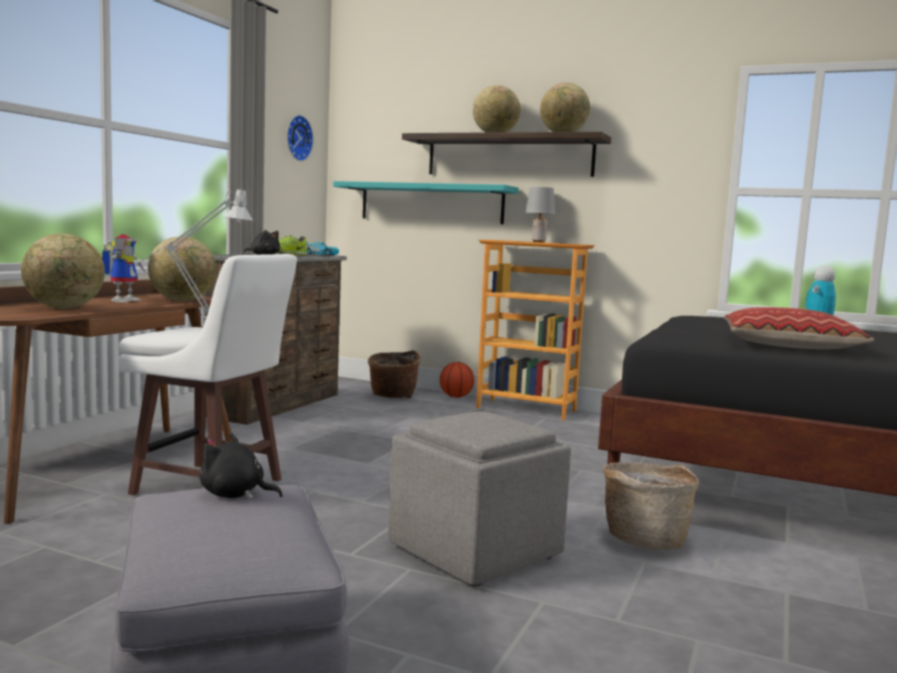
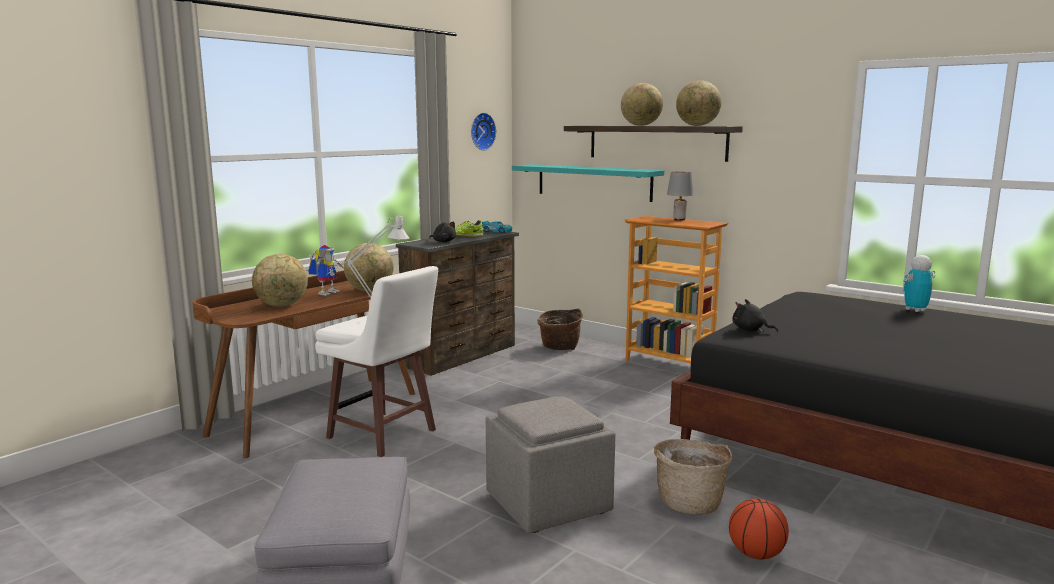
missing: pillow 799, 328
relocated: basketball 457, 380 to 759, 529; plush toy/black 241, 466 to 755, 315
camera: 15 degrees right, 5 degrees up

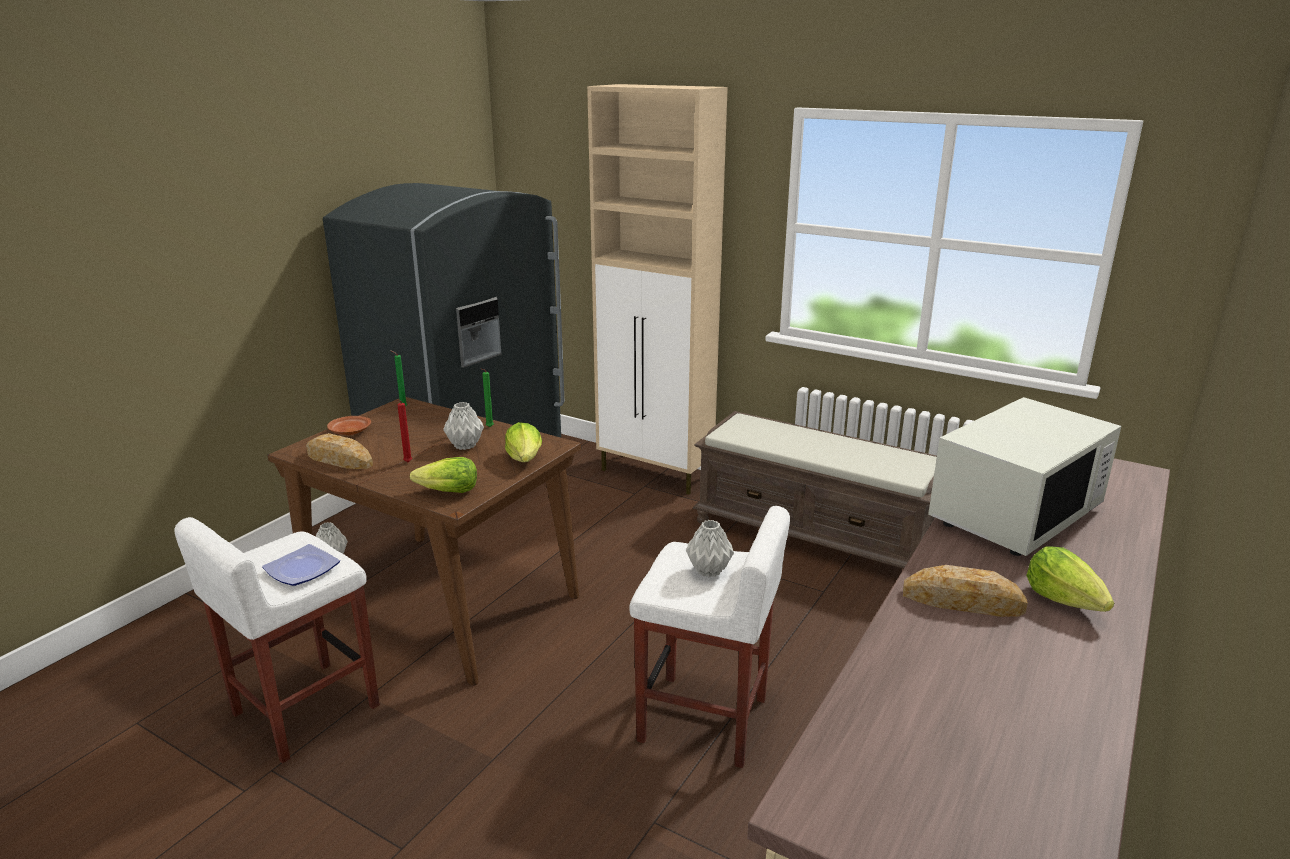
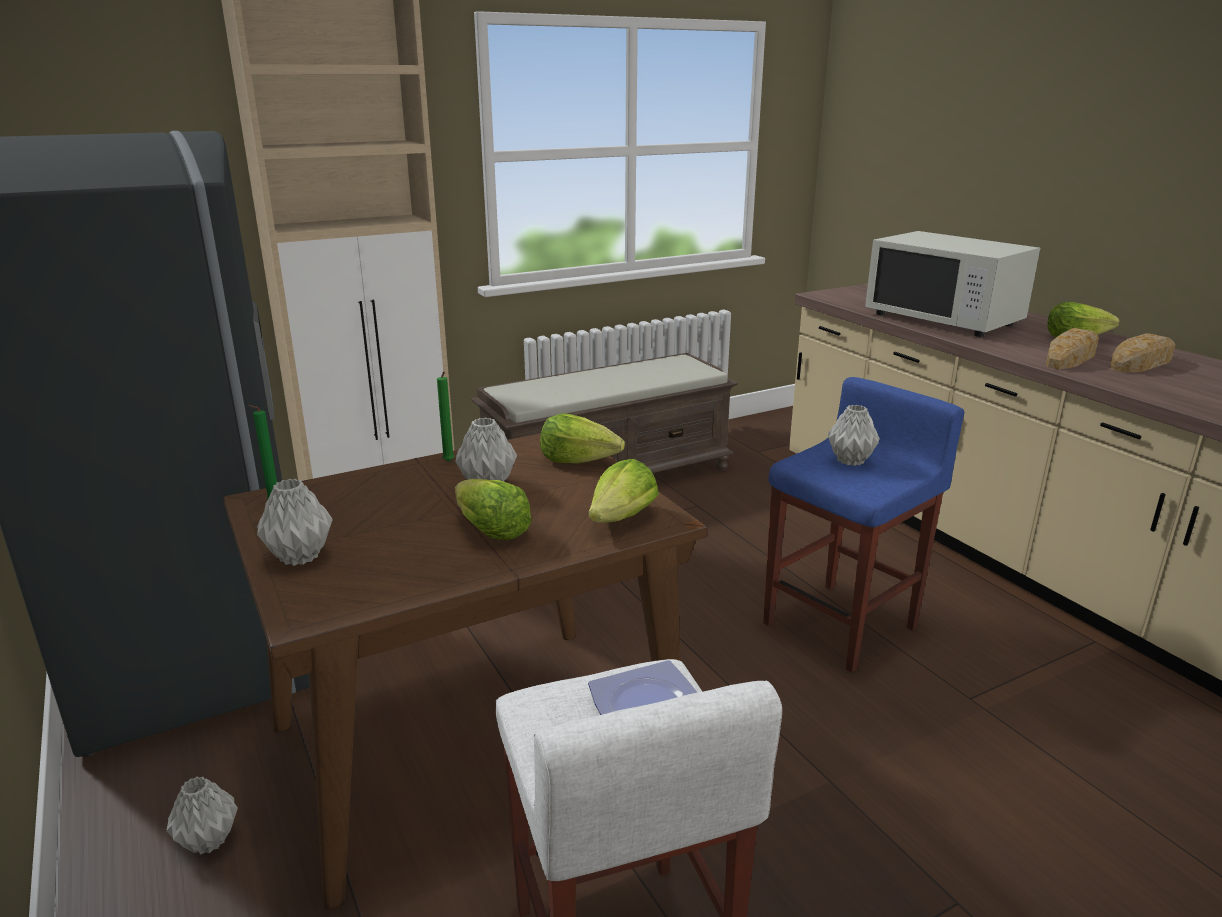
relocated: bread 339, 451 to 1142, 353
exchanged: plate/brown 349, 425 to vase/grey 295, 522; candle/red 404, 431 to lettuce 493, 509
colour: stool/white 709, 637 to stool/blue 863, 525
spun: microwave/white 1024, 476 = 952, 284 150 degrees clockwise
camera: 60 degrees left, 0 degrees up

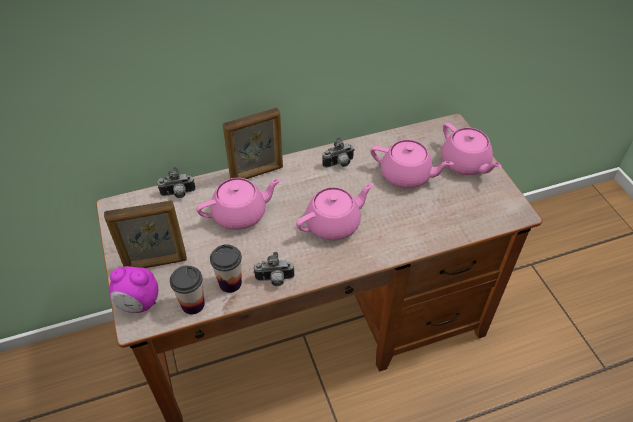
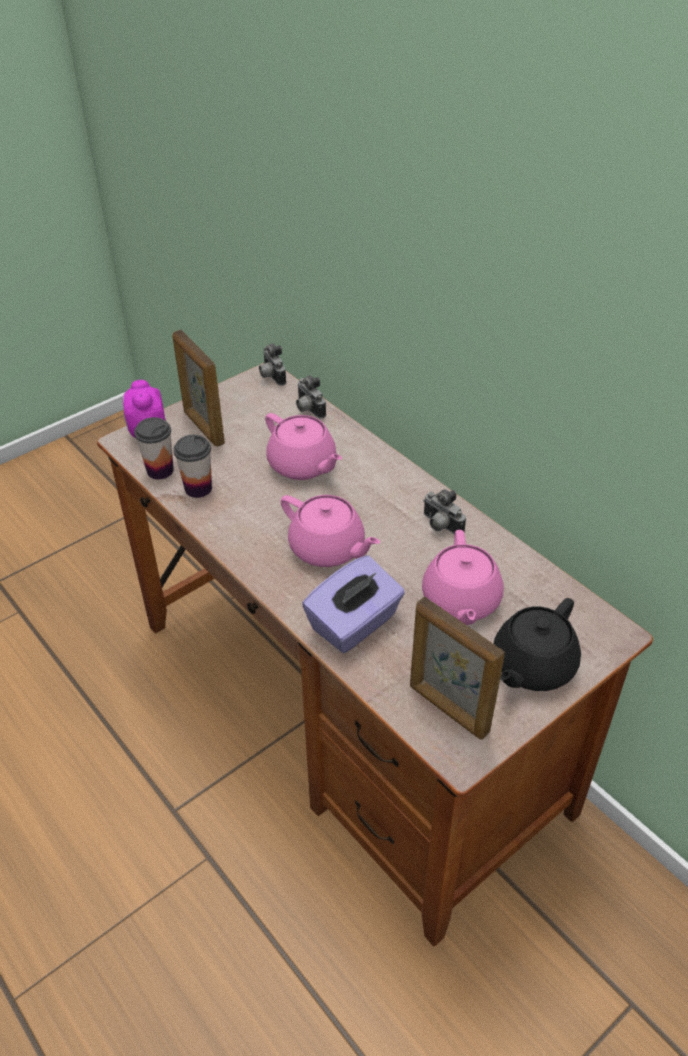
appeared: tissue box/purple 353, 604
relocated: photo camera 274, 269 to 272, 364; picture frame 253, 143 to 457, 668
colour: teapot/pink 471, 149 to teapot/black 537, 644
camera: 70 degrees right, 5 degrees down

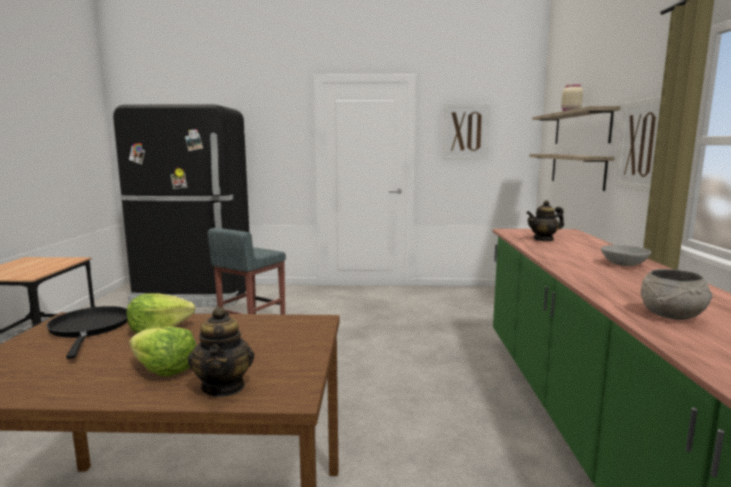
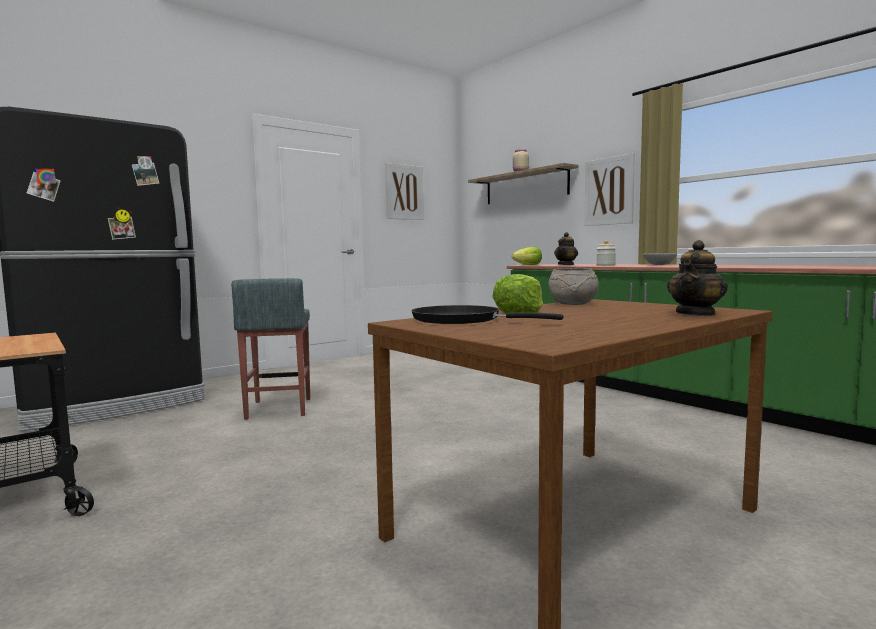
missing: shelf 572, 172
appeared: jar 606, 253
relocated: lettuce 162, 351 to 527, 256; bowl/grey 677, 294 to 573, 286
spun: teapot 221, 352 = 697, 278 90 degrees clockwise
camera: 40 degrees left, 5 degrees down

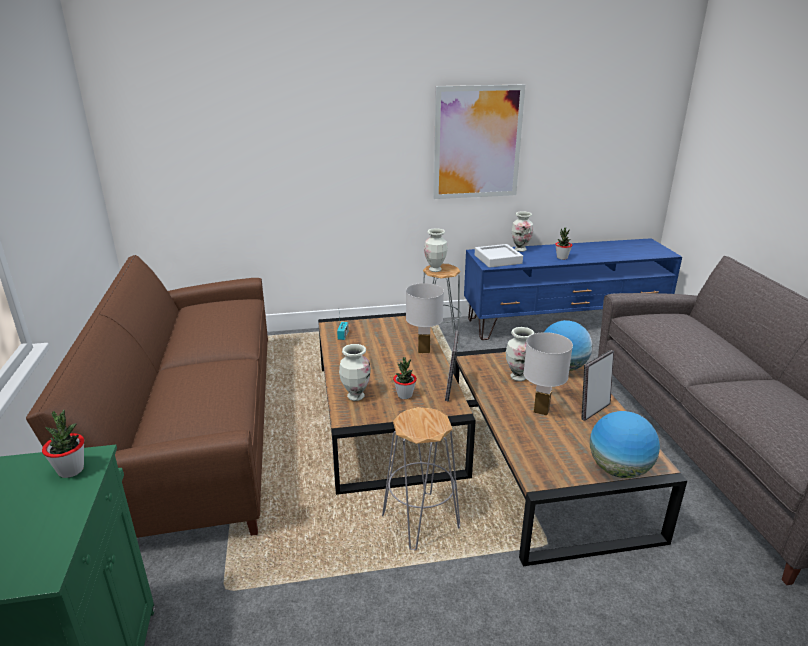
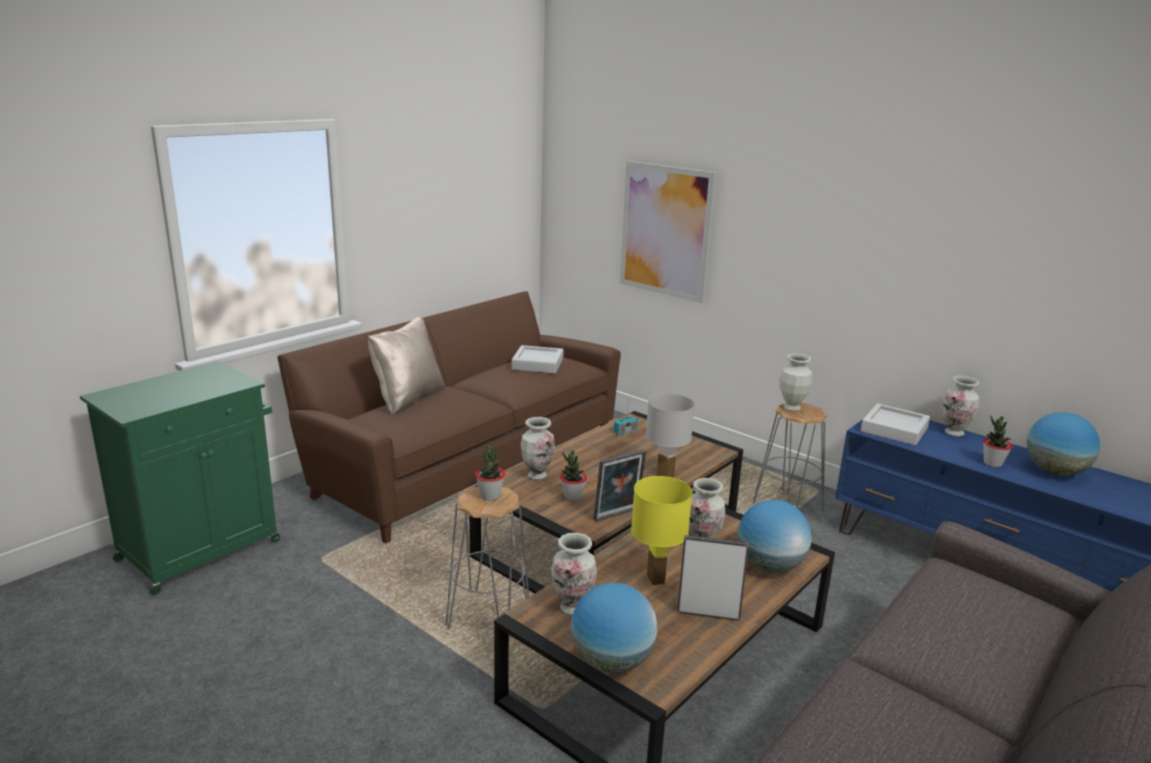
appeared: pillow/beige 406, 366; tray/grey 538, 359; vase 574, 574; globe 1063, 444
relocated: potted plant 63, 444 to 490, 473; picture 479, 141 to 668, 232
colour: table lamp/white 548, 374 to table lamp/yellow 661, 530
camera: 50 degrees right, 5 degrees down

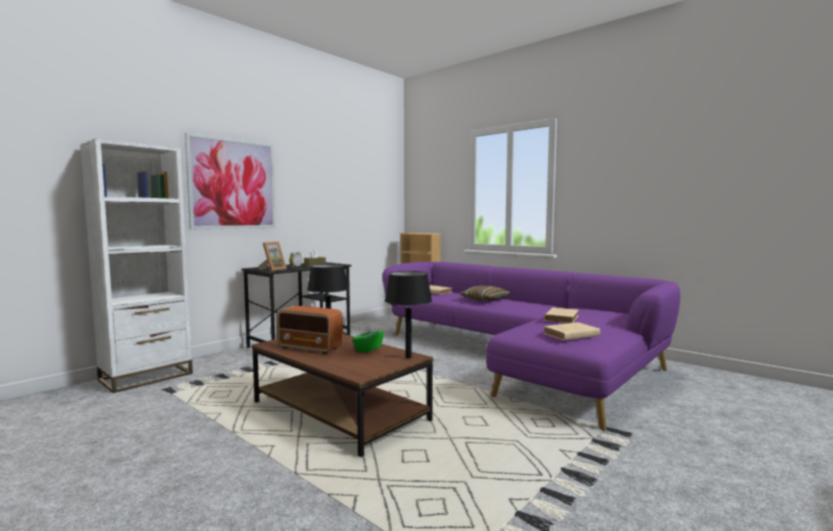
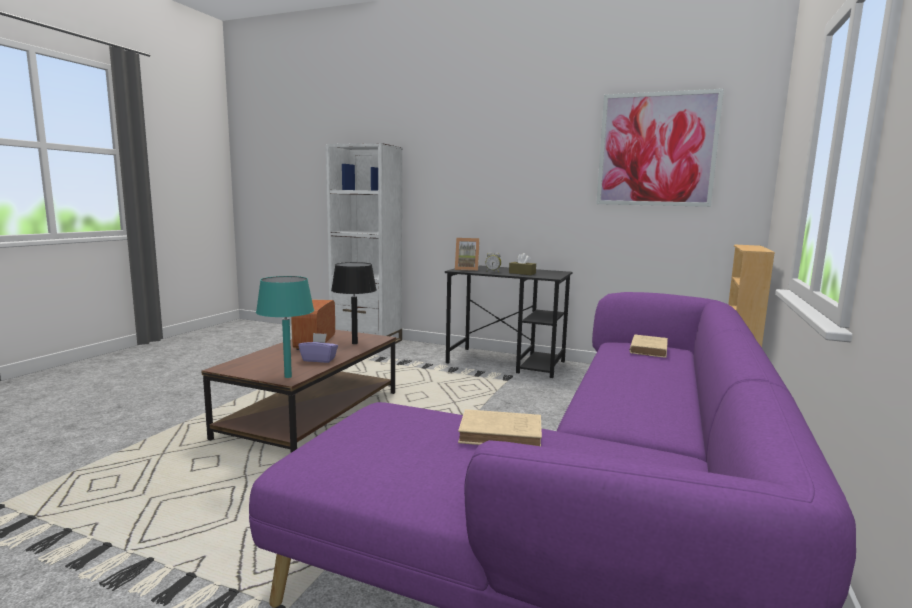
missing: pillow 485, 293; book/beige 571, 331
relocated: picture 230, 181 to 660, 148
colour: table lamp/black 408, 314 to table lamp/turquoise 285, 327; tissue box/green 368, 338 to tissue box/purple 318, 348
camera: 70 degrees right, 5 degrees up

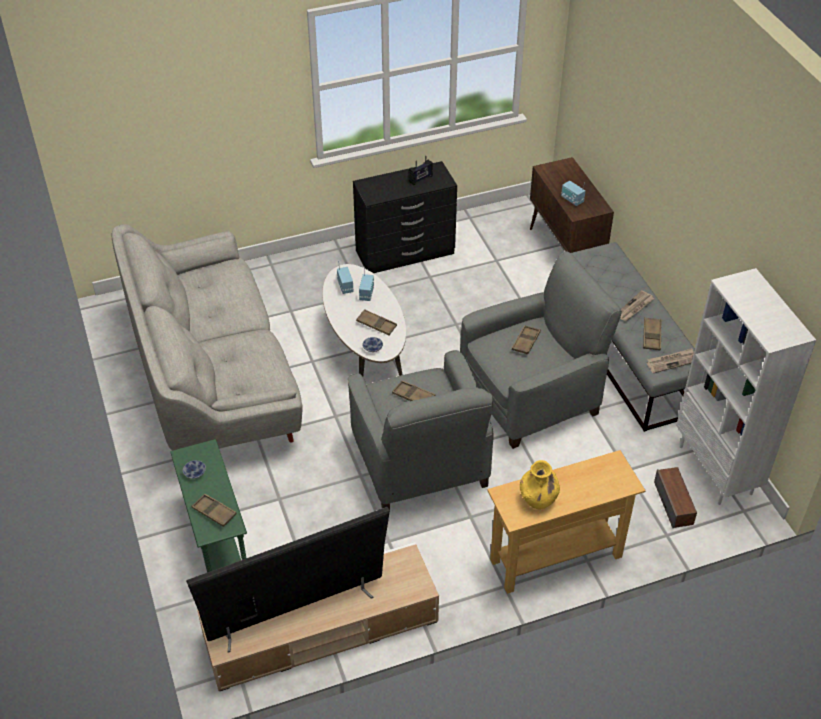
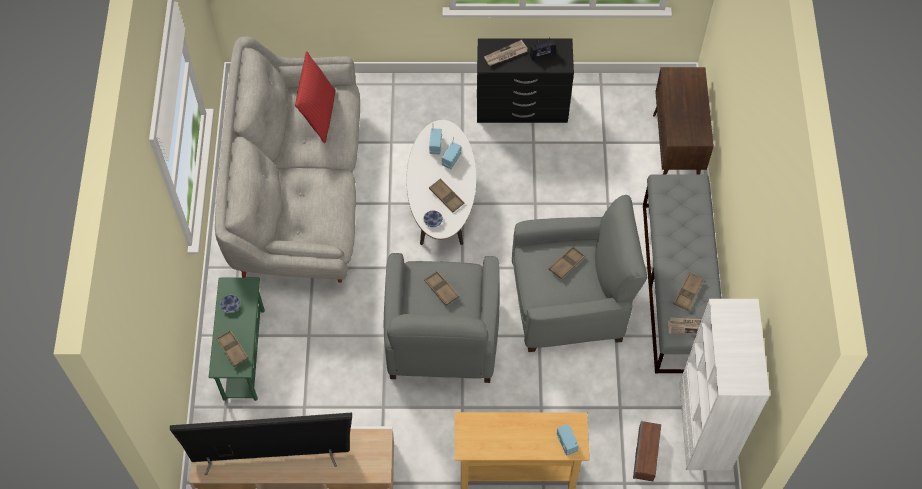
missing: vase/yellow 540, 485
appeared: pillow/red 315, 97
relocated: newspaper 637, 305 to 506, 53; radio 573, 193 to 568, 440
camera: 20 degrees right, 15 degrees up

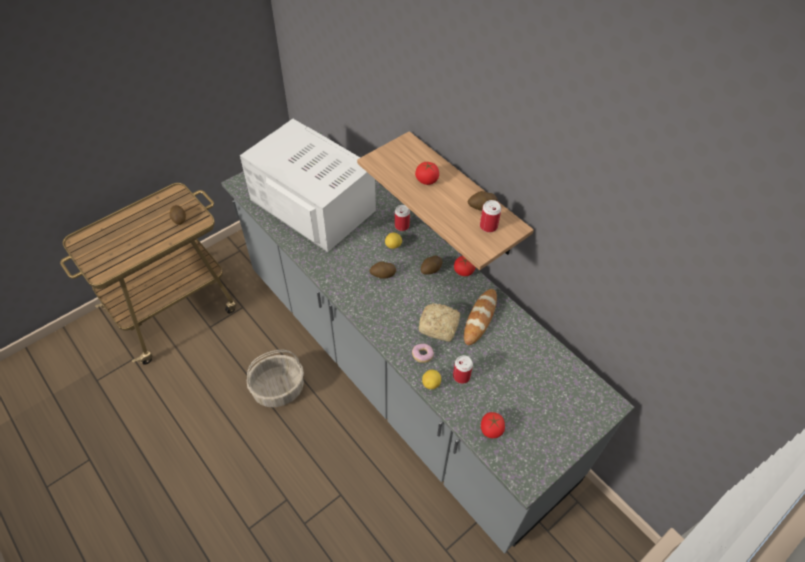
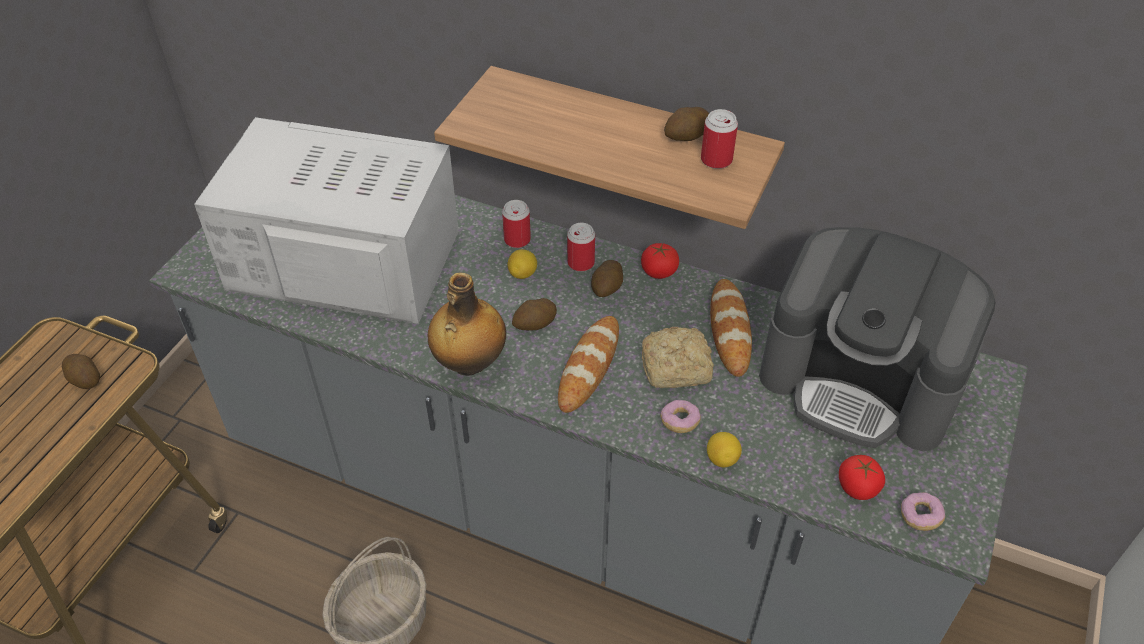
missing: tomato 427, 173
appeared: bottle 467, 324; bread 588, 364; coffee machine 877, 339; donut 923, 511
relocated: can 463, 369 to 581, 247
camera: 25 degrees left, 5 degrees down

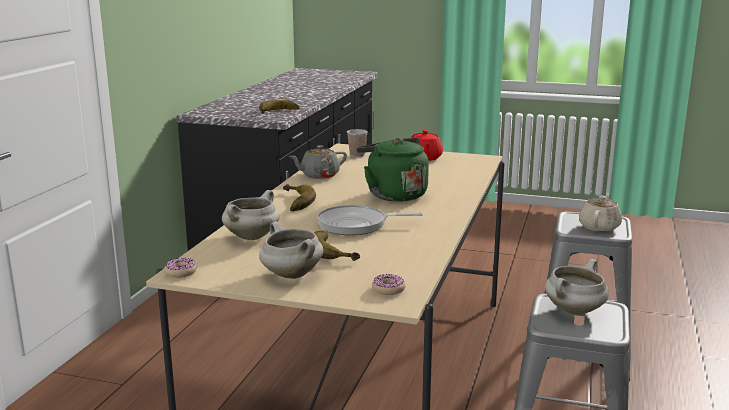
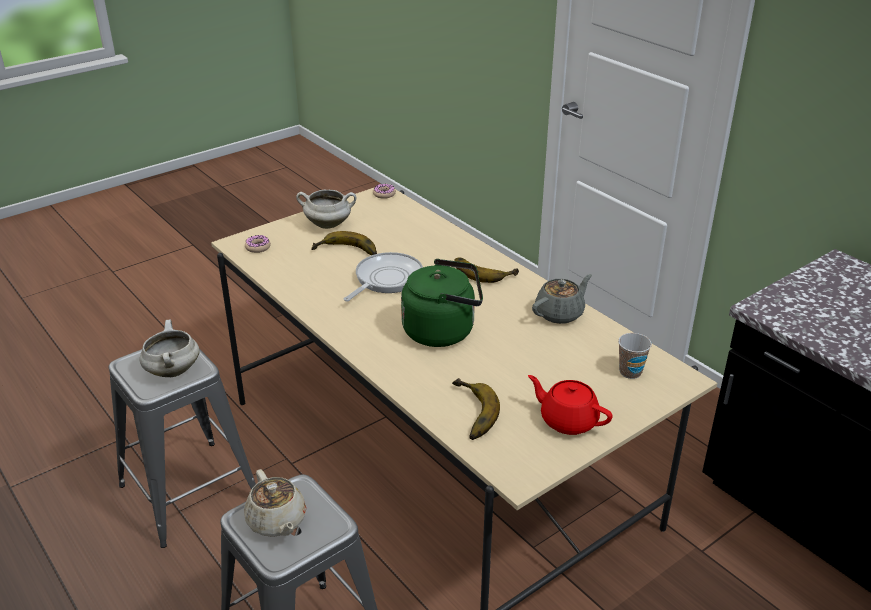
missing: cooking pot/white 251, 215
relocated: banana 279, 107 to 476, 409
spun: teapot/grey 318, 162 = 562, 299 45 degrees clockwise
camera: 125 degrees right, 15 degrees up

